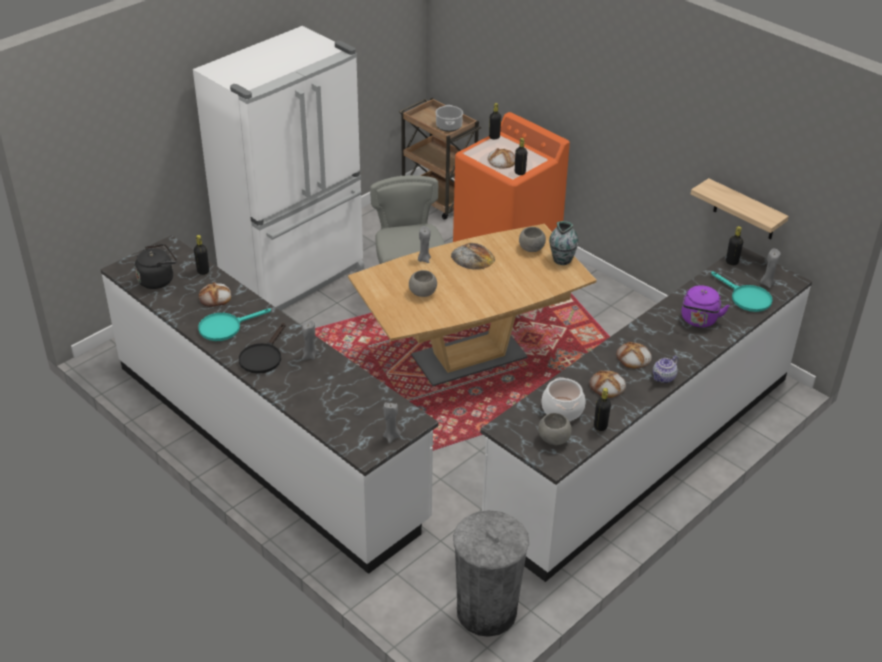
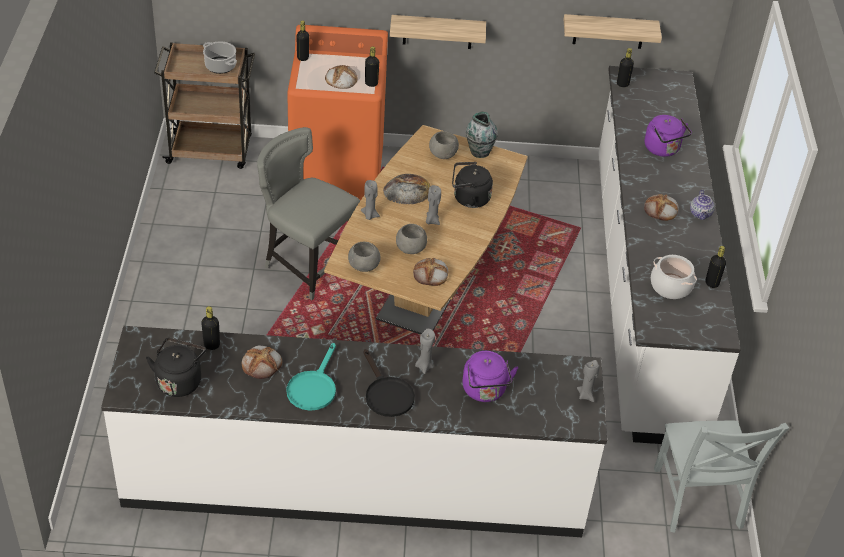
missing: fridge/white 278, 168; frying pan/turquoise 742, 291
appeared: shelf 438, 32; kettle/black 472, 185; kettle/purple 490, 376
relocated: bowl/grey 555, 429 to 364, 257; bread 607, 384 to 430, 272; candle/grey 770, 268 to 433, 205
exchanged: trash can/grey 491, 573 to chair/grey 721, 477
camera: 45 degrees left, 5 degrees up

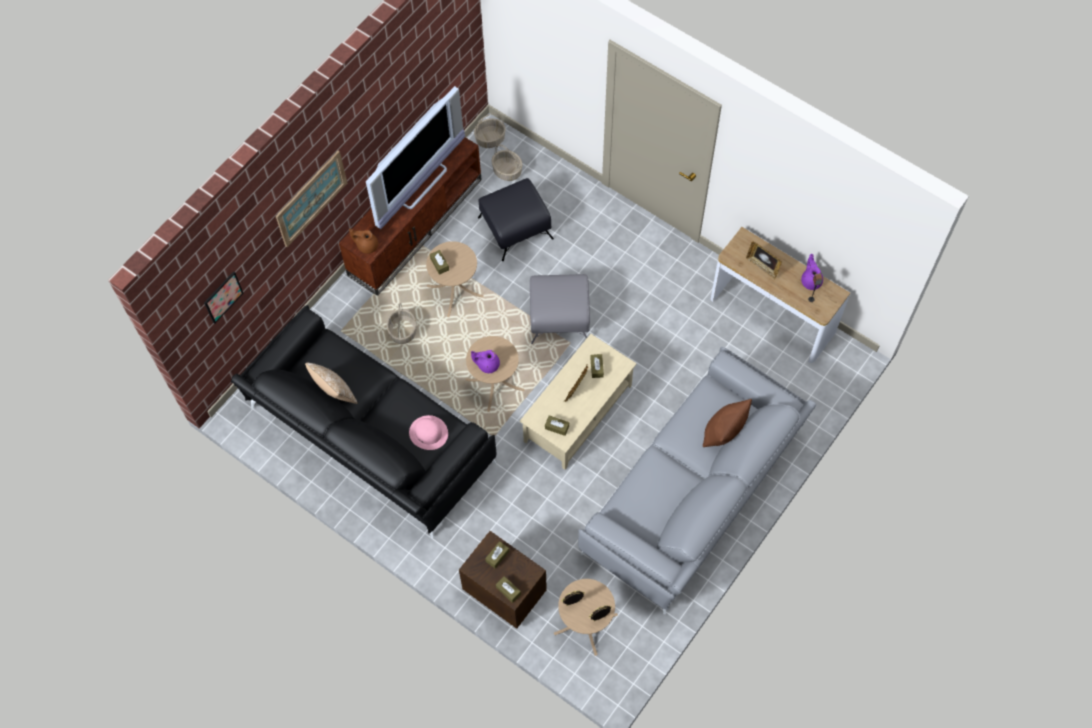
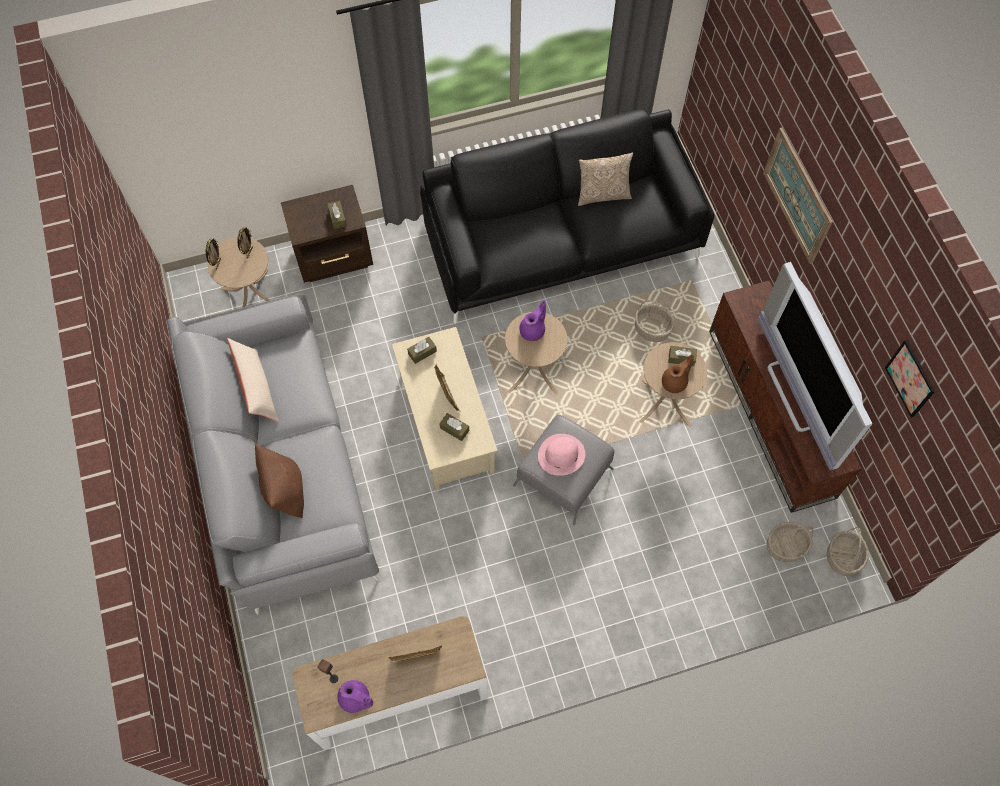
missing: ottoman/black 516, 219; tissue box/brown 508, 589
appeared: pillow/beige 253, 380
relocated: hat/pink 428, 432 to 561, 455; teapot/brown 363, 241 to 678, 373; picture 223, 297 to 910, 379
camera: 125 degrees right, 0 degrees up

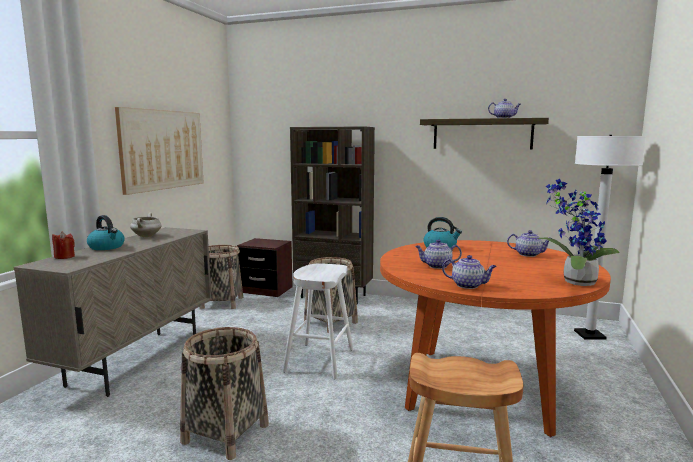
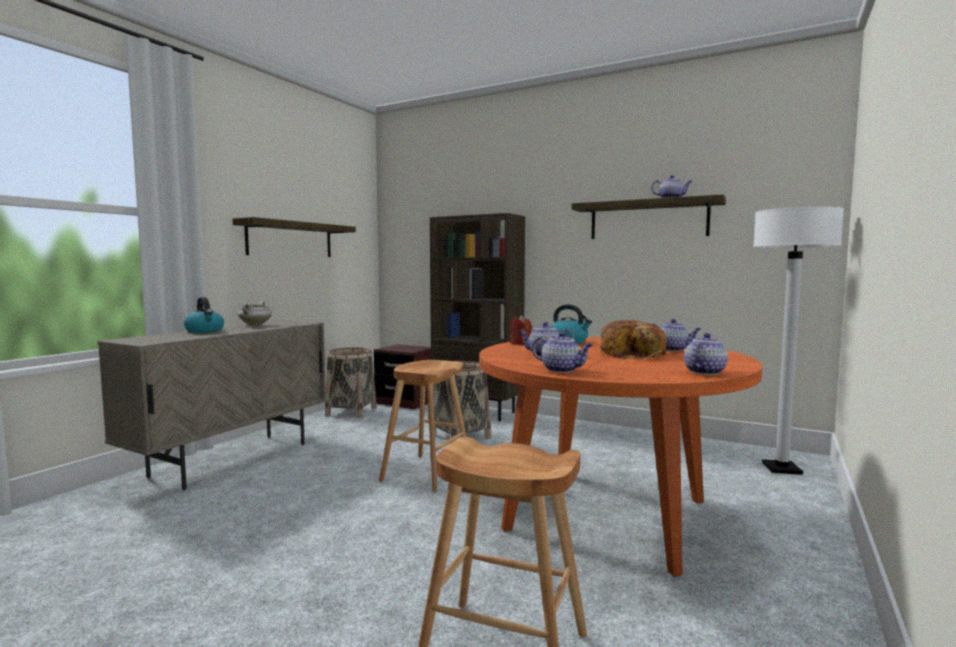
missing: basket 224, 393
appeared: bread 633, 339
relocated: candle/red 63, 245 to 521, 330
exchanged: picture 159, 151 to shelf 294, 237; potted plant 578, 232 to teapot 706, 354
colour: stool/white 318, 321 to stool/brown 422, 426
camera: 10 degrees right, 5 degrees down

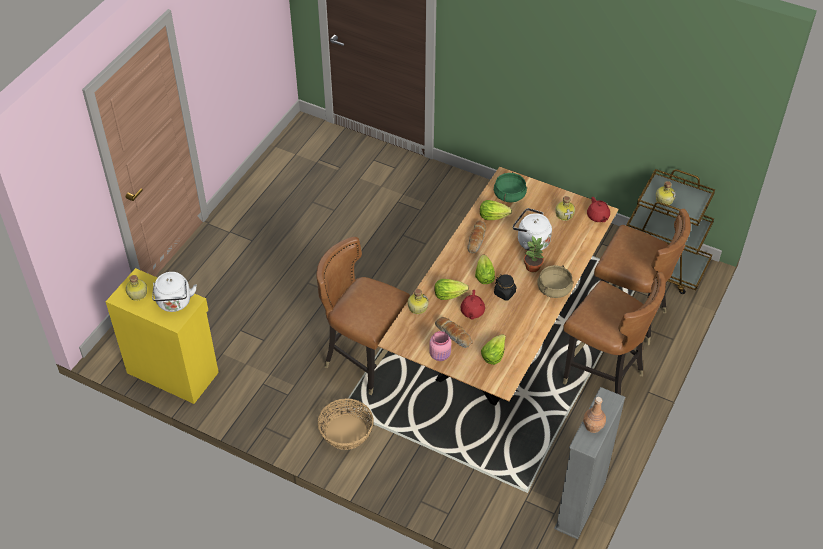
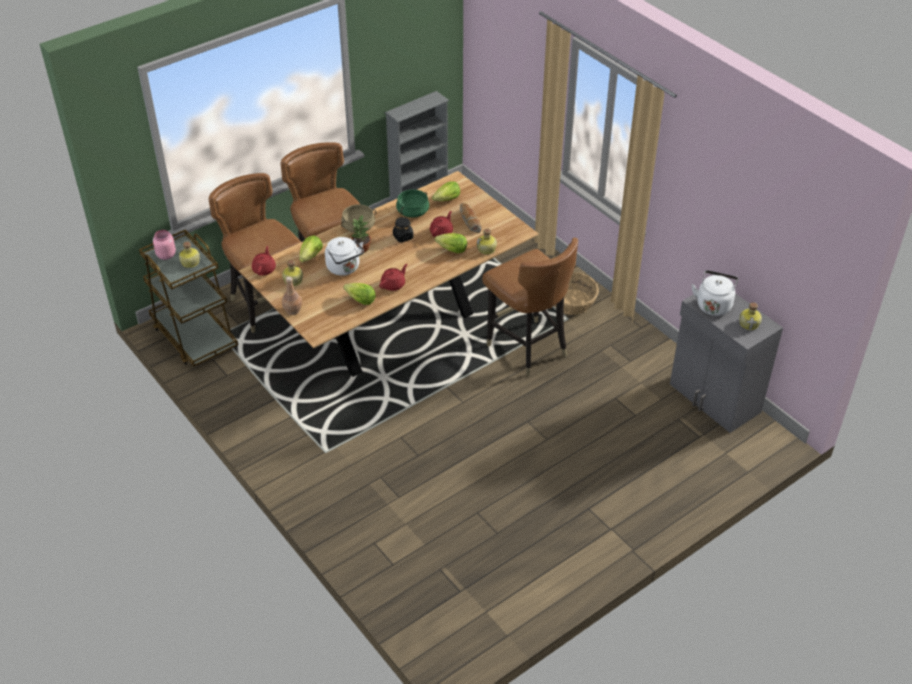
relocated: jar/pink 440, 346 to 164, 245; bottle/brown 594, 415 to 292, 296; lettuce 485, 269 to 311, 248; cooking pot/green 510, 187 to 412, 203
exchanged: bread 477, 237 to teapot/red 393, 277
colour: cabinet/yellow 162, 336 to cabinet/grey 726, 363
camera: 155 degrees left, 5 degrees down

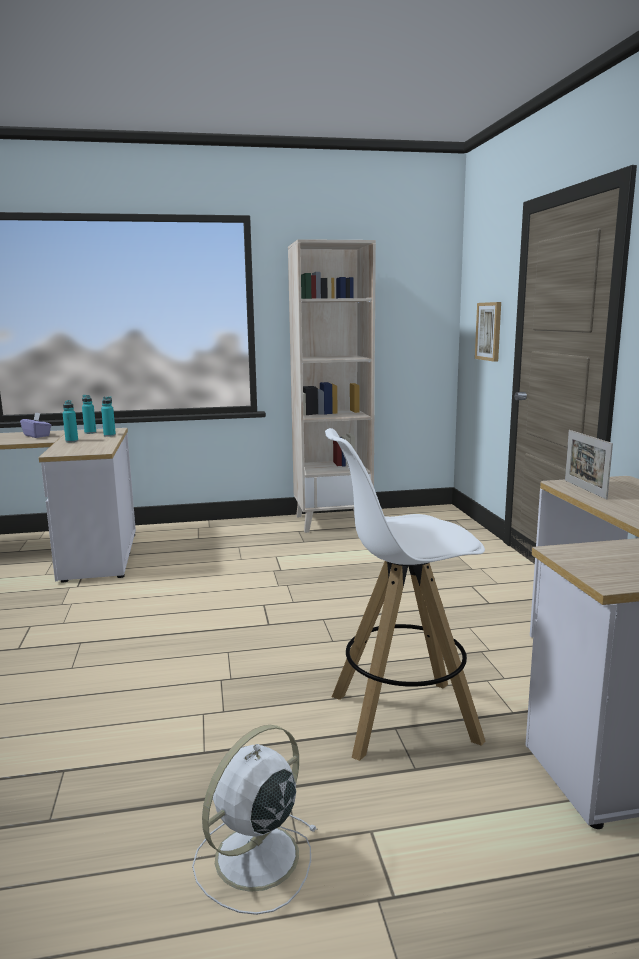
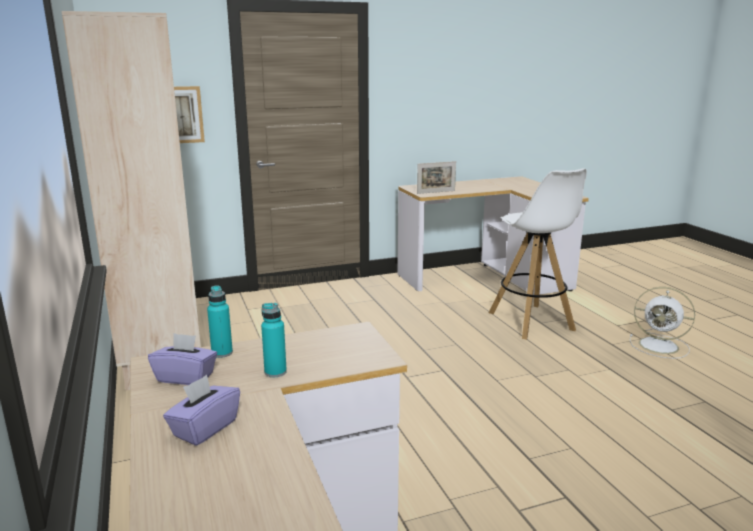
exchanged: bottle/turquoise 89, 414 to tissue box/purple 182, 359
camera: 100 degrees left, 5 degrees up

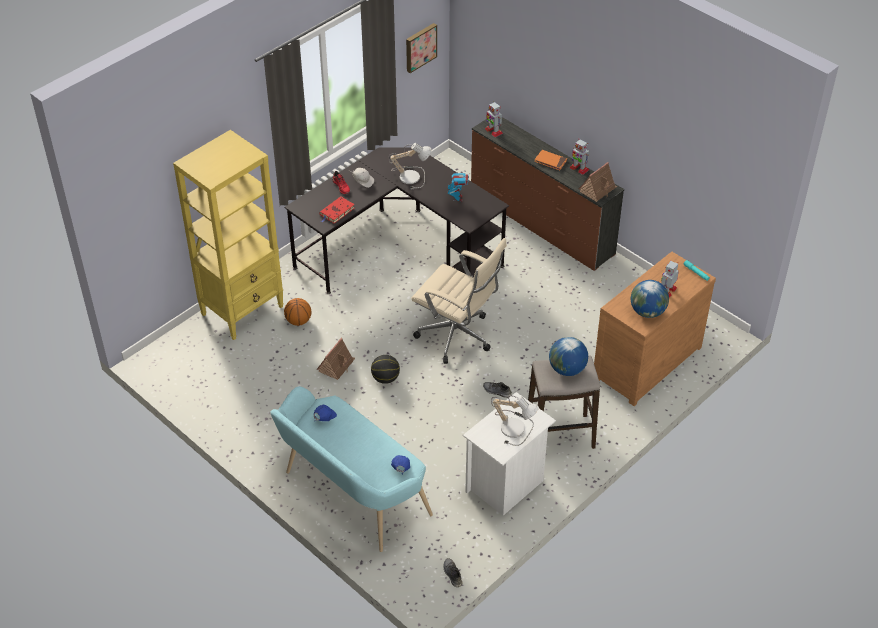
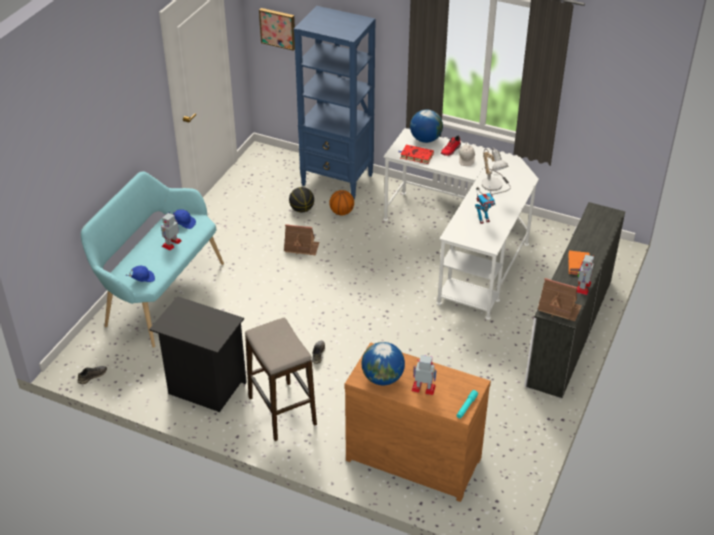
missing: office chair/beige 459, 301; table lamp 515, 420
relocated: toy robot 494, 119 to 171, 231; picture 421, 48 to 277, 29; basketball 385, 369 to 301, 199; globe 568, 356 to 426, 126
colour: nightstand/white 509, 454 to nightstand/black 198, 354; bookcase/yellow 228, 235 to bookcase/blue 335, 102; desk/black 397, 220 to desk/white 461, 224; dresser/brown 547, 194 to dresser/white 575, 300
camera: 70 degrees right, 5 degrees down

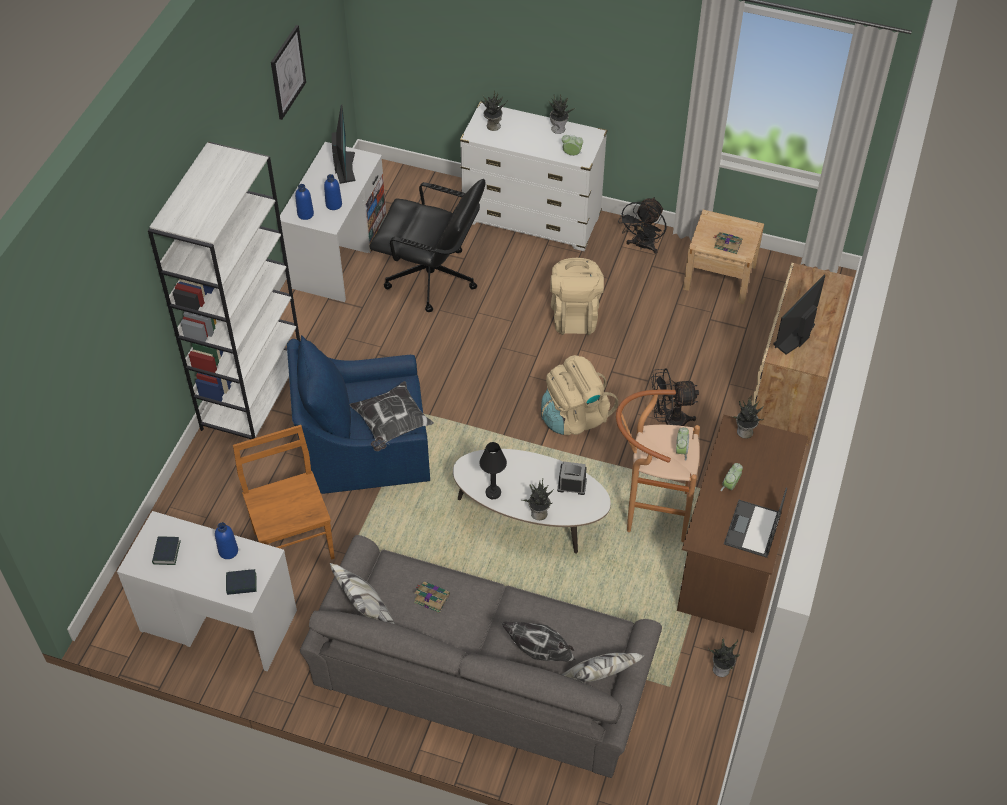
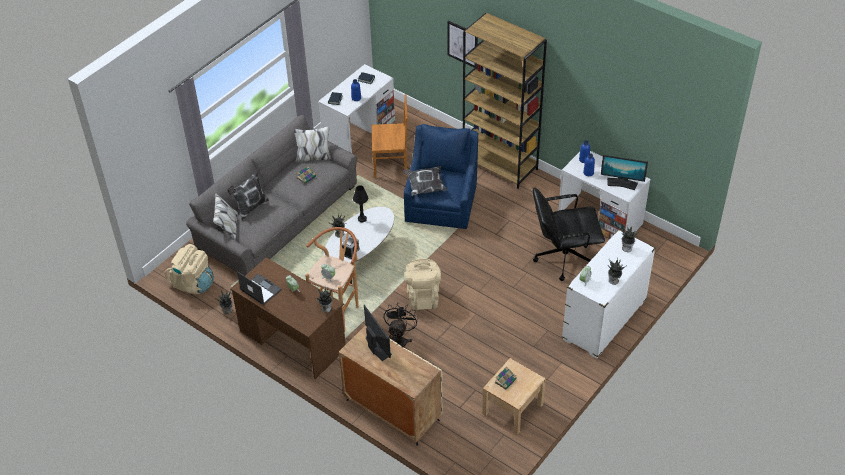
missing: fan/black 642, 225
relocated: backpack/beige 577, 296 to 189, 269; picture 288, 72 to 462, 44
colour: bookcase/white 224, 290 to bookcase/brown 505, 101
spun: office chair/black 427, 245 = 569, 234 45 degrees clockwise
camera: 110 degrees right, 5 degrees down

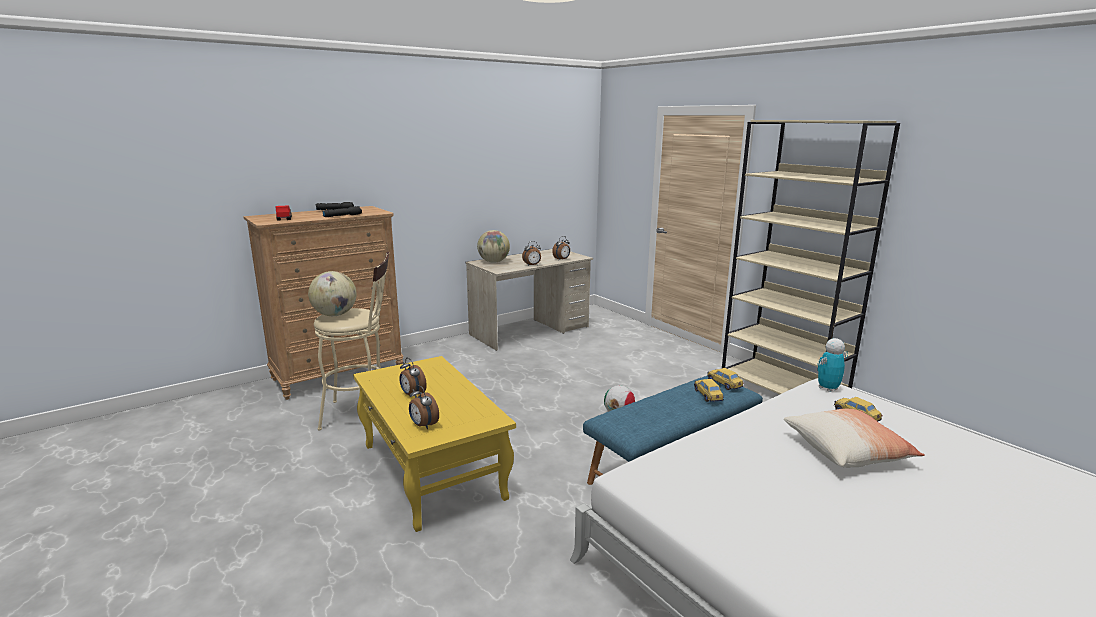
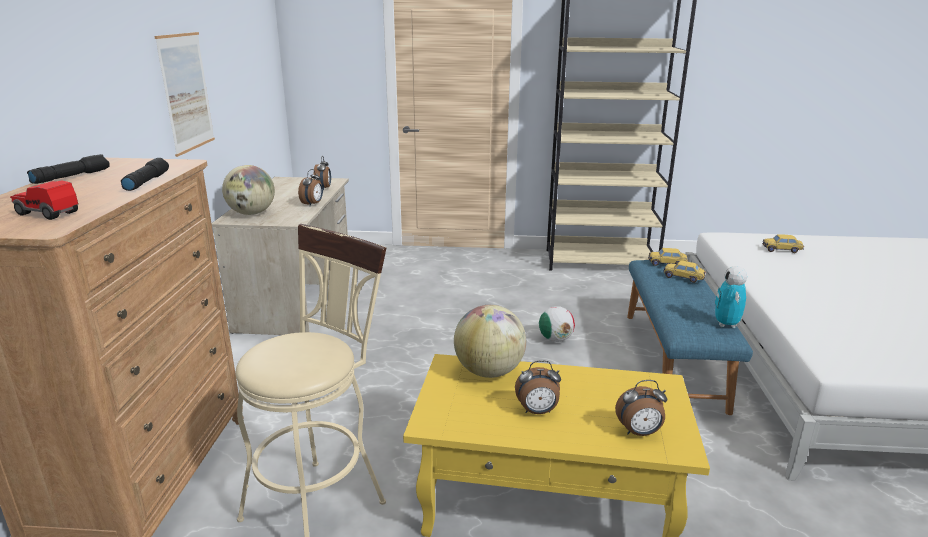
missing: pillow 854, 438
appeared: picture 184, 94
relocated: globe 332, 293 to 490, 341; toy robot 832, 365 to 731, 297
camera: 50 degrees left, 5 degrees up

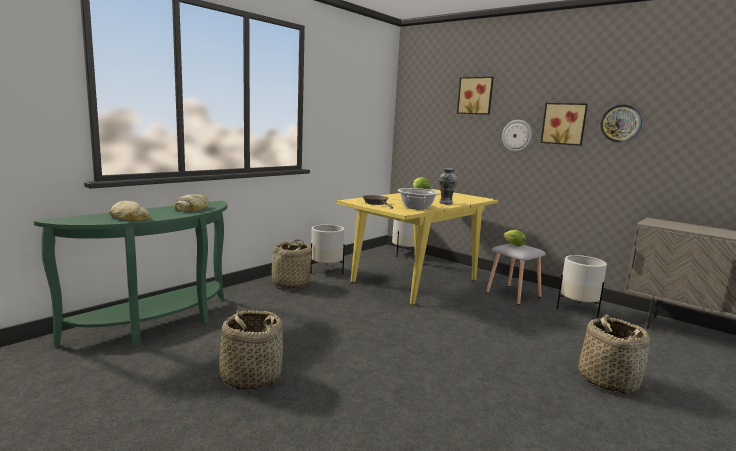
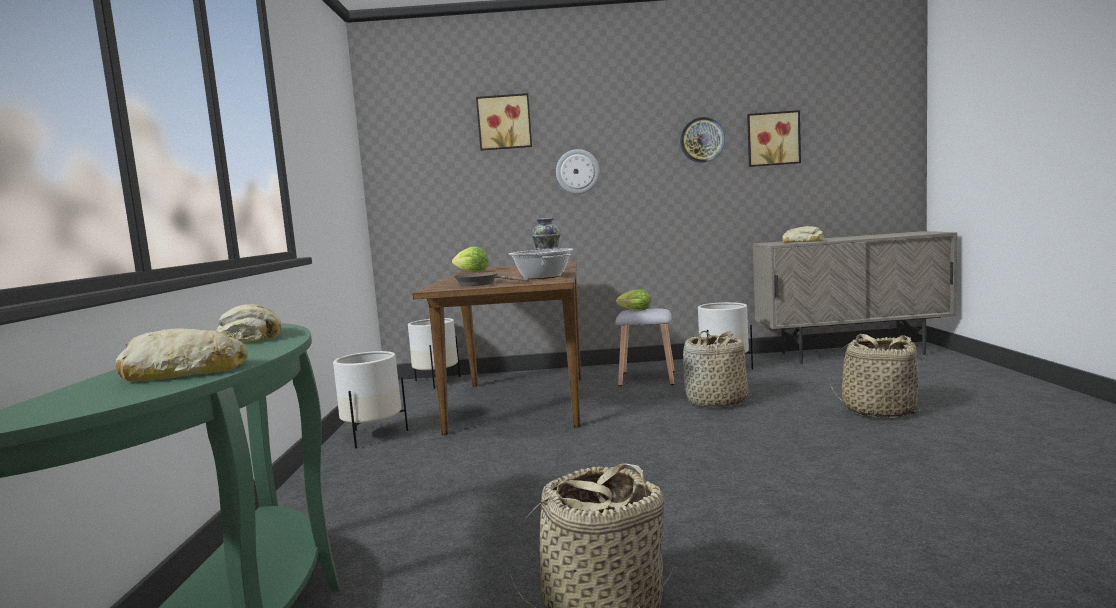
appeared: bread 803, 234
relocated: basket 289, 263 to 715, 369; picture 564, 124 to 774, 138
colour: dining table/yellow 417, 247 to dining table/brown 497, 348
camera: 40 degrees left, 5 degrees down

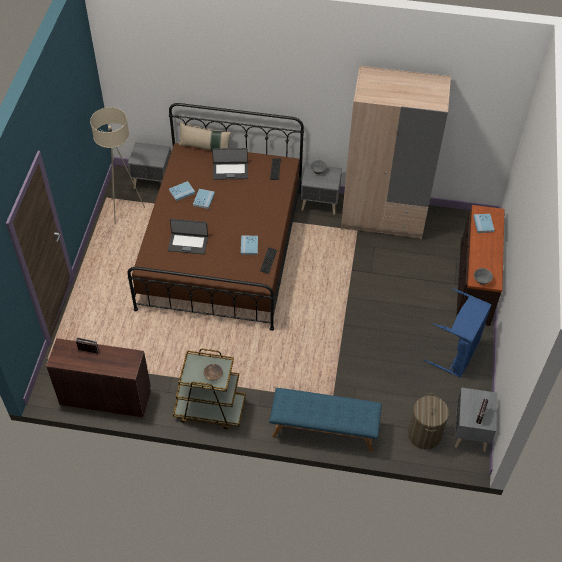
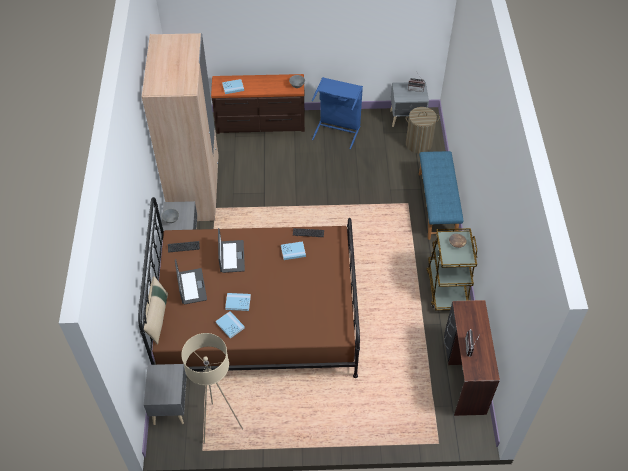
relocated: laptop 188, 236 to 231, 250
camera: 100 degrees left, 0 degrees up

